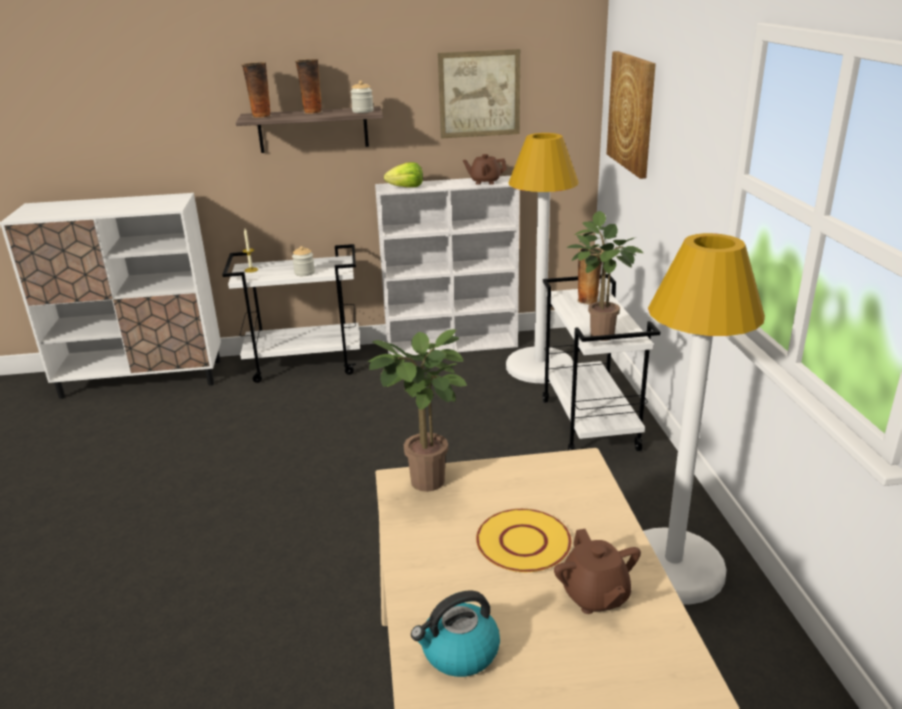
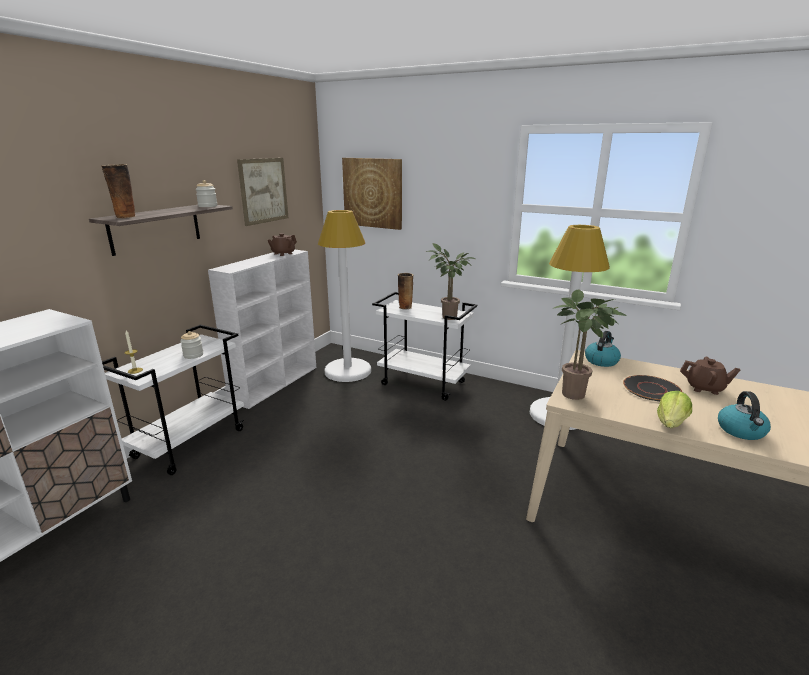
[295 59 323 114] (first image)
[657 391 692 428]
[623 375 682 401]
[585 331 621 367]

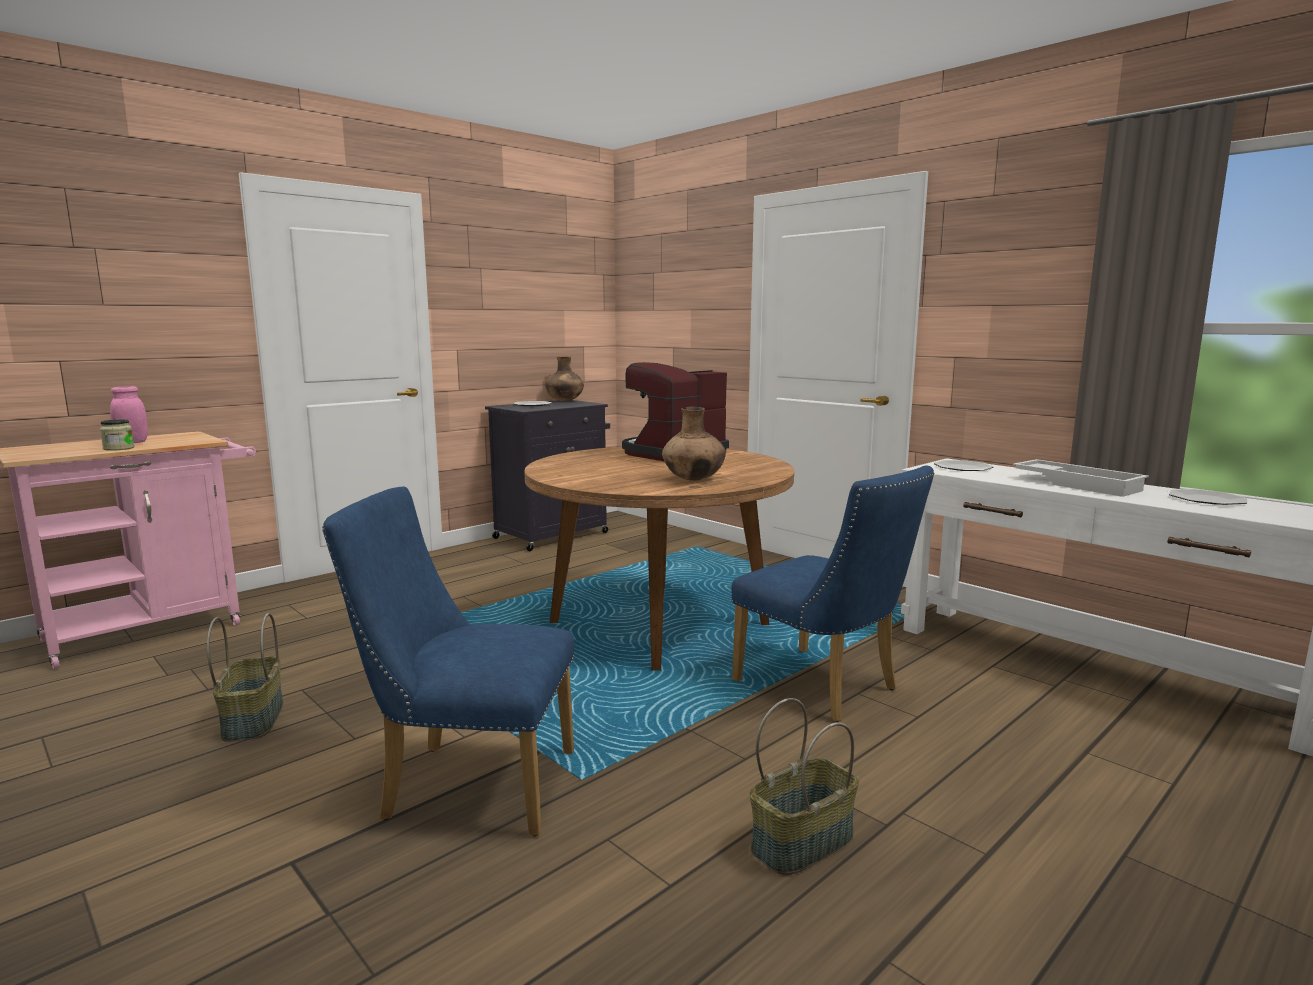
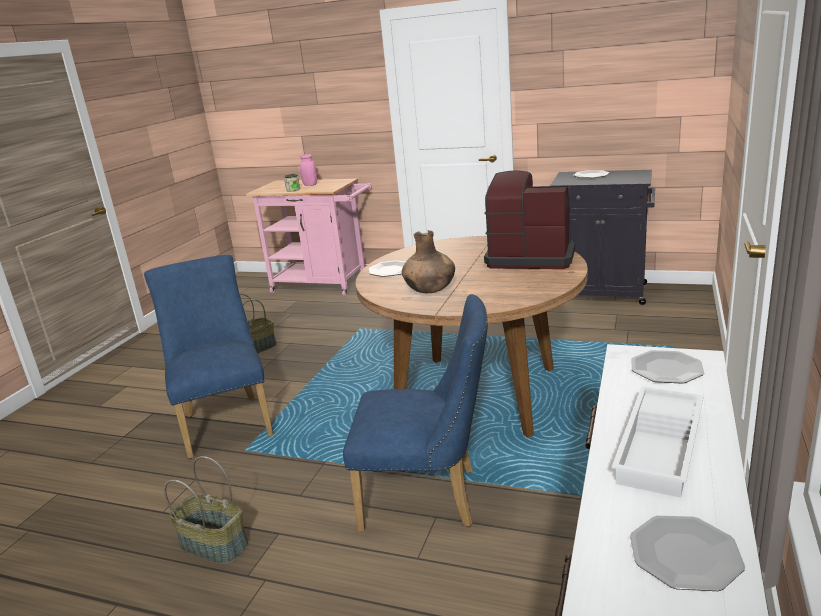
[545 356 584 401] (first image)
[343 294 488 532]
[368 260 405 277]

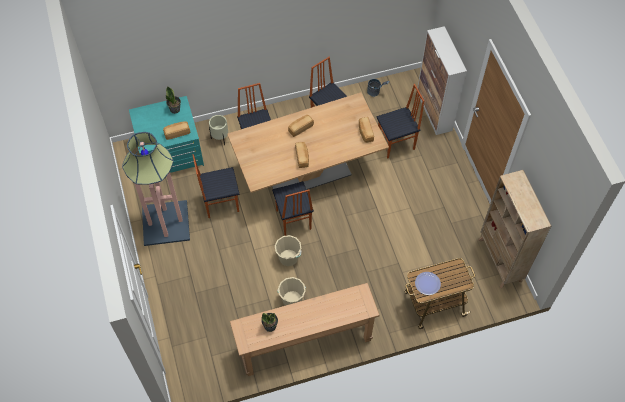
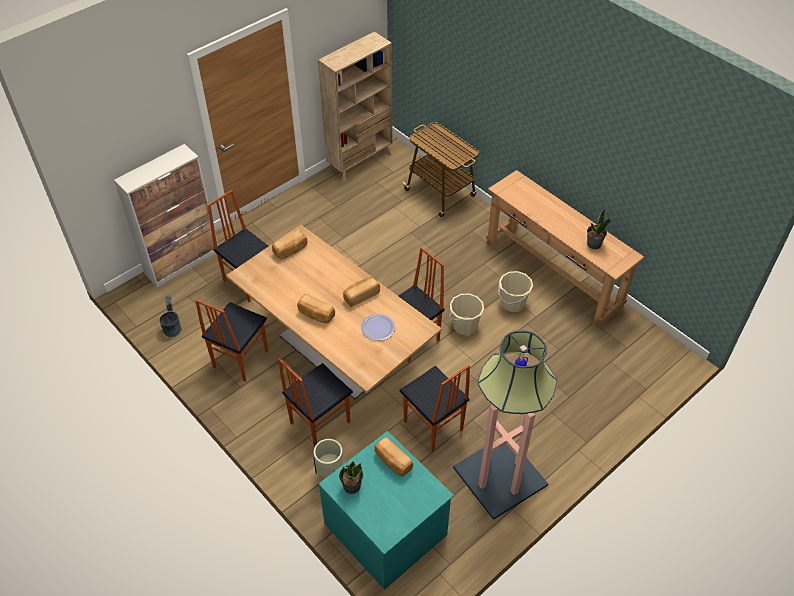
[361 314 395 341]

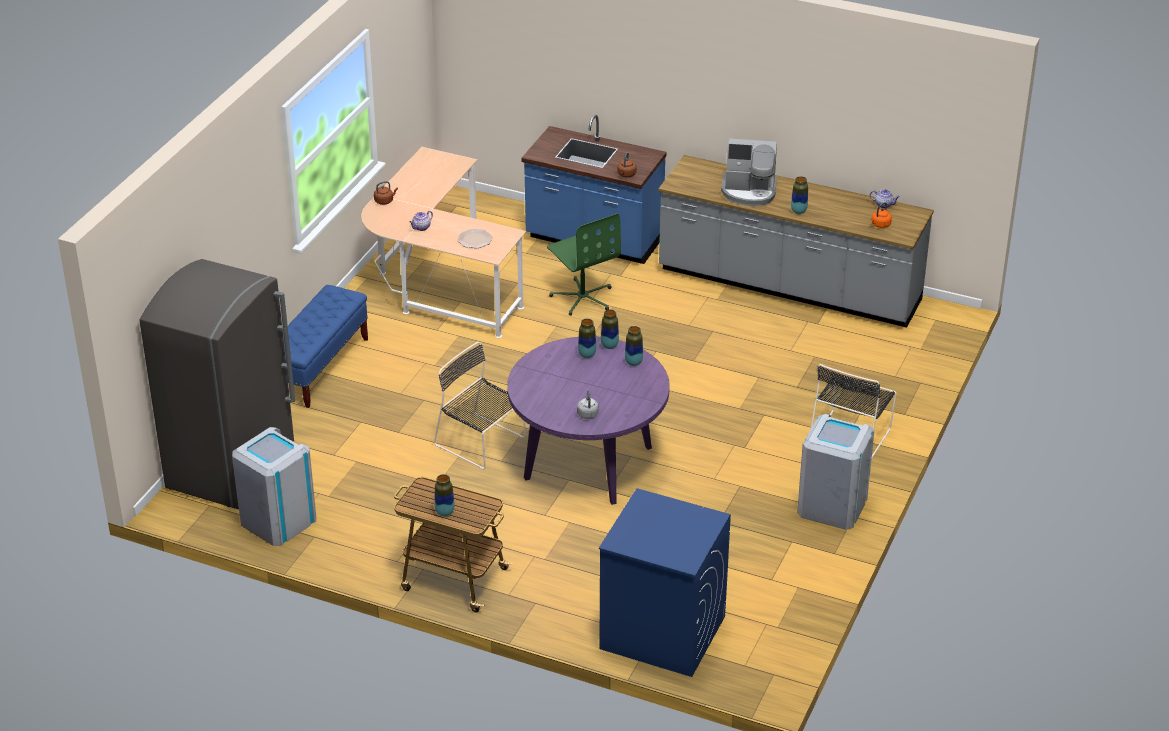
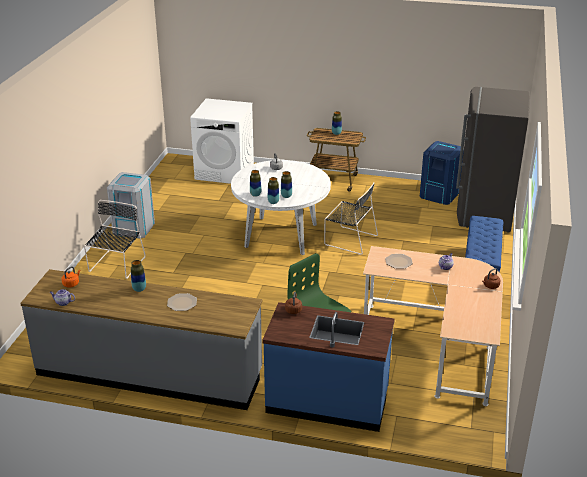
[420 141 464 205]
[231 160 331 255]
[190 98 254 184]
[167 293 197 311]

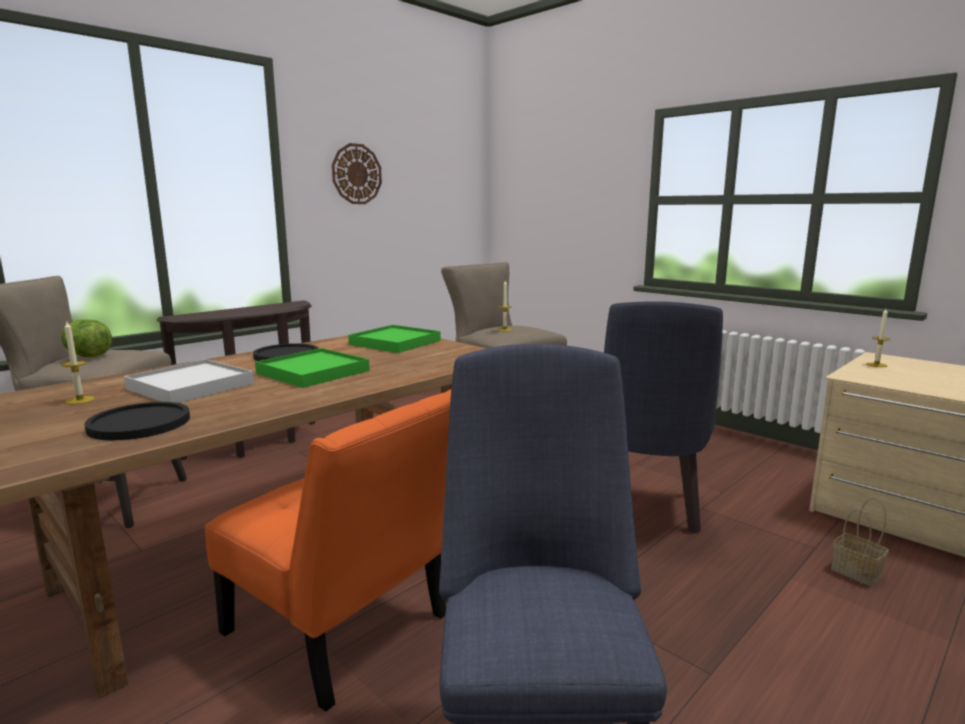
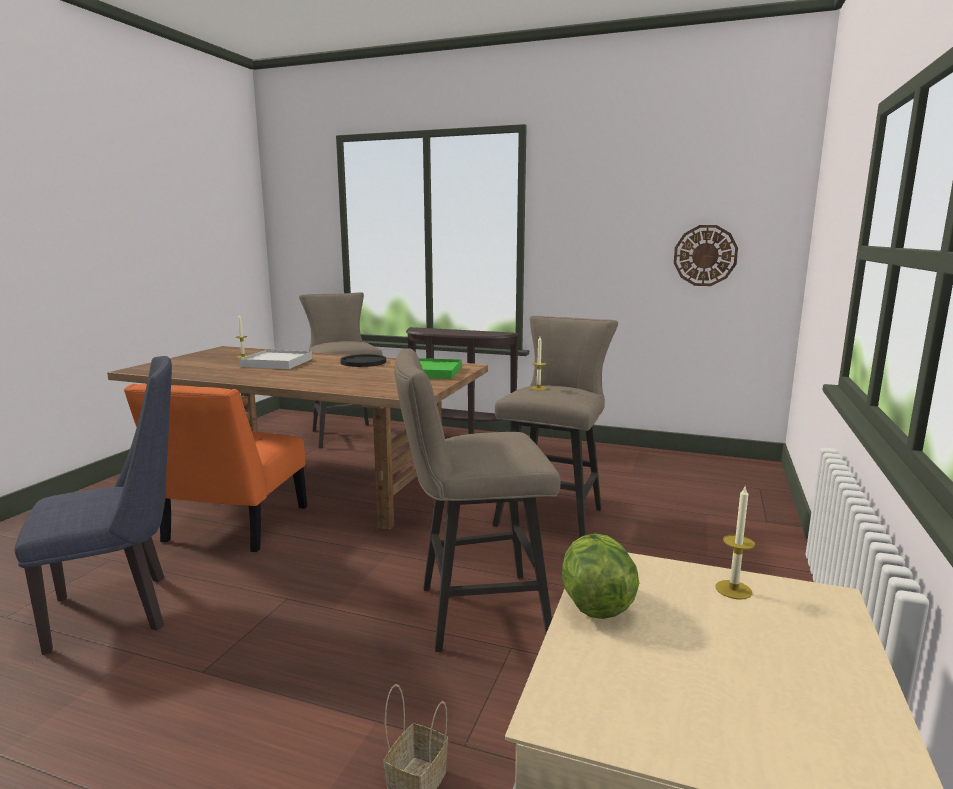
[561 534 639 619]
[85 402 190 440] (first image)
[255 348 370 388] (first image)
[674 225 738 286]
[394 348 560 652]

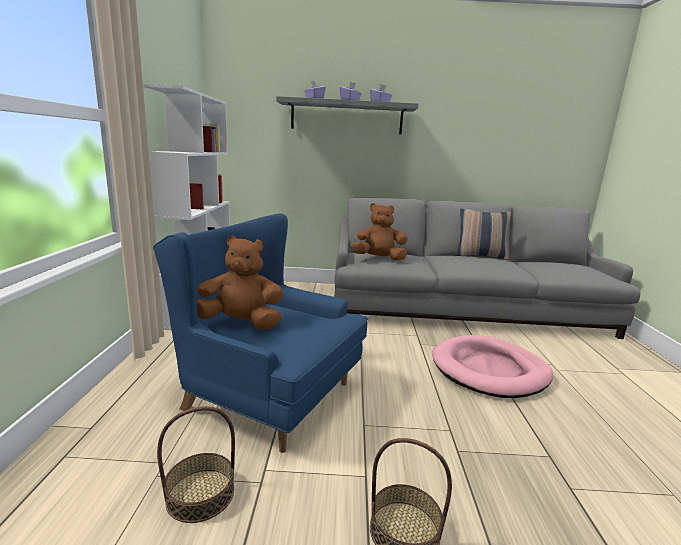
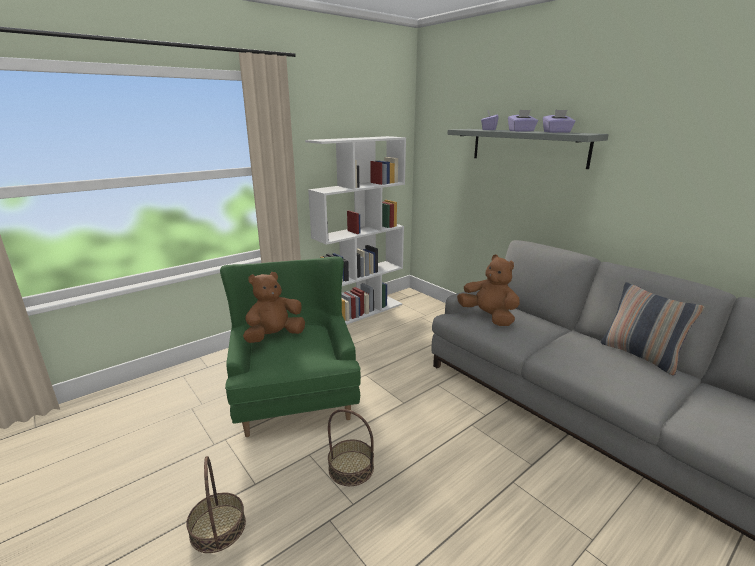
[220 256 361 437]
[328 409 374 486]
[243 272 305 343]
[432 335 553 398] (first image)

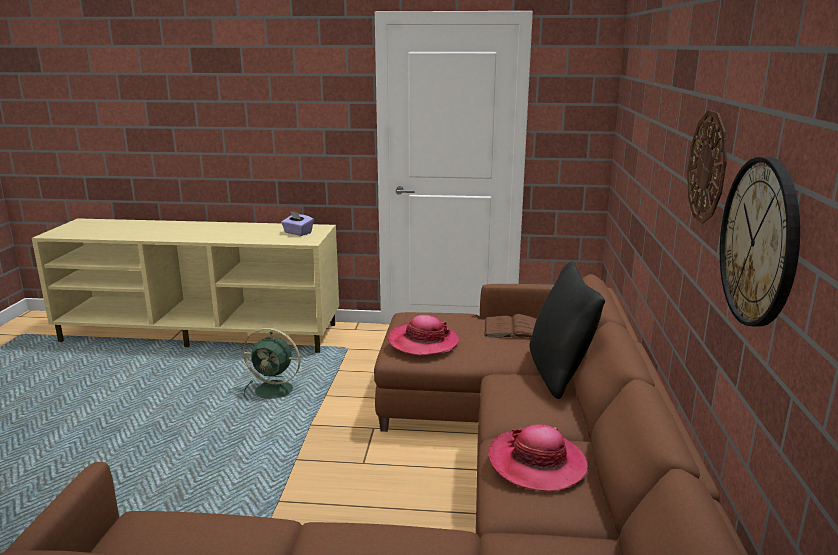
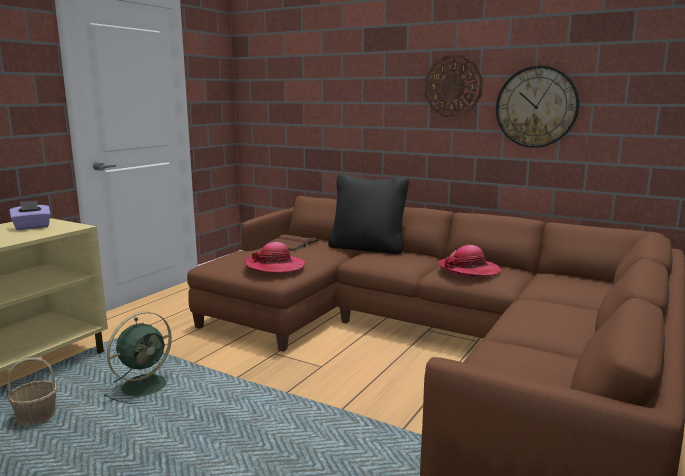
[7 358 58 425]

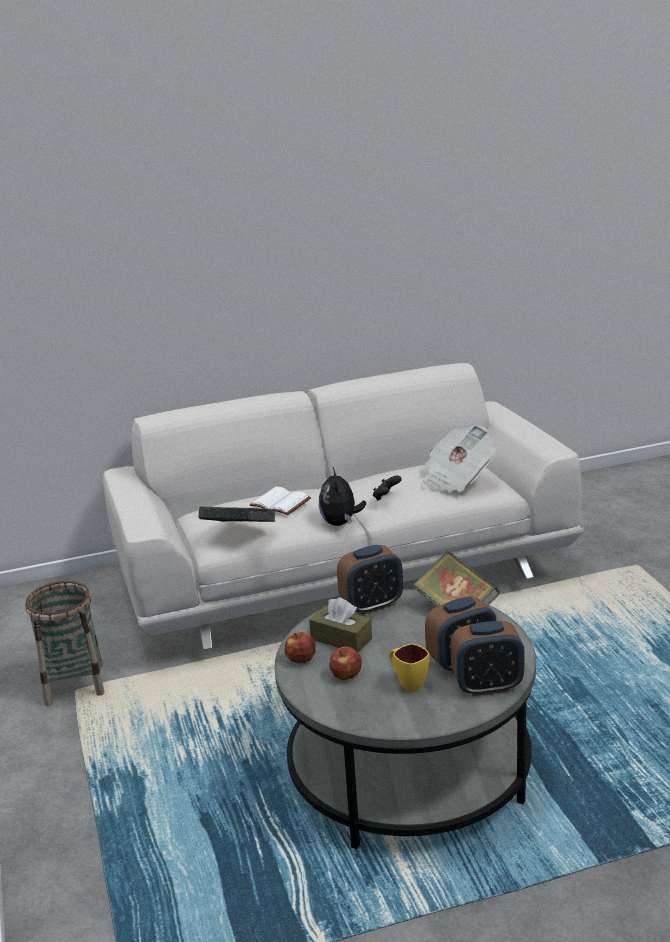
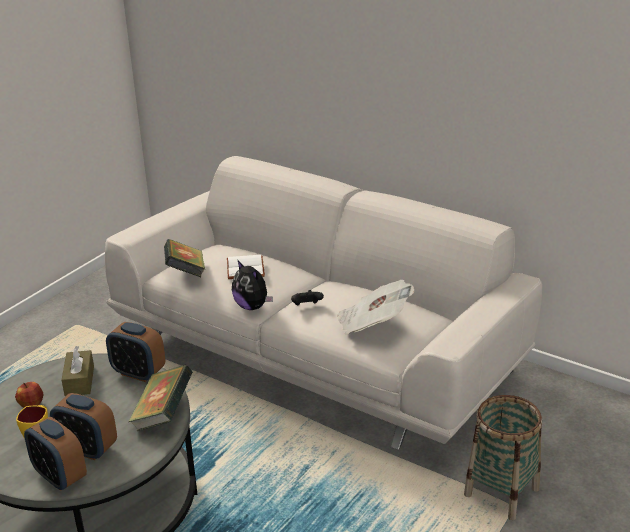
[464 395 542 520]
[284 632 316 663] (first image)
[232 261 273 310]

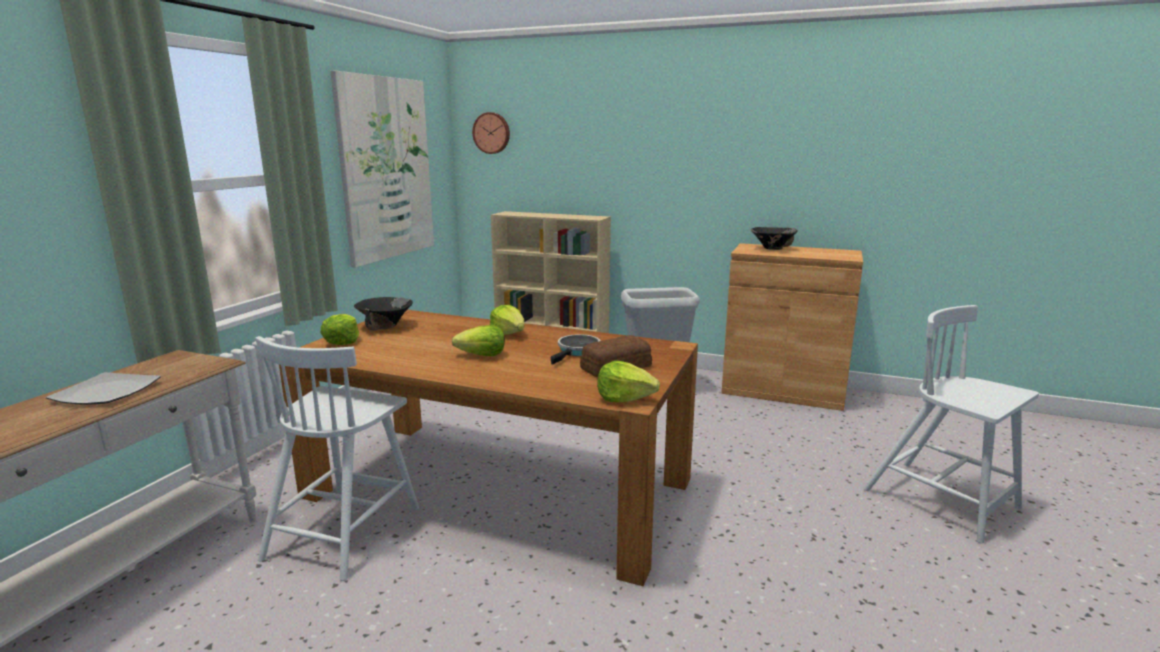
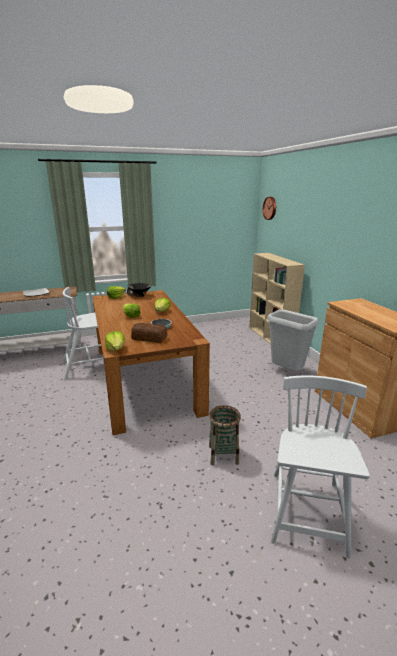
[330 71 434 268] (first image)
[751 227 798 250] (first image)
[209 405 241 465]

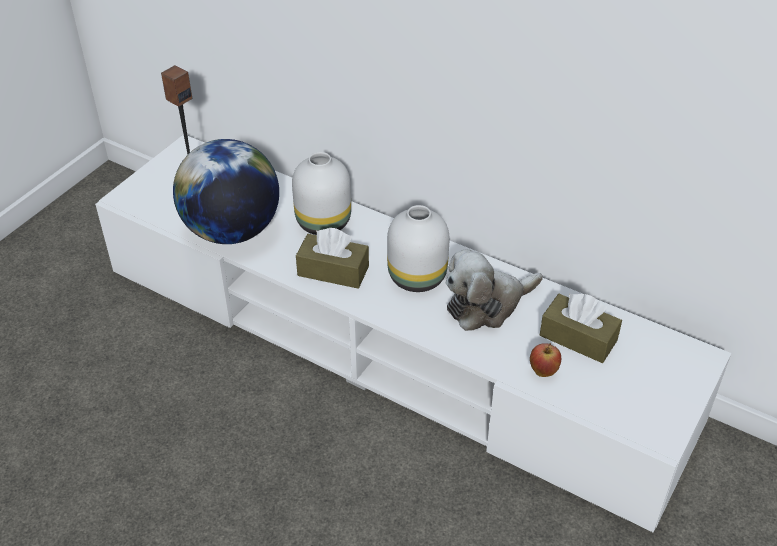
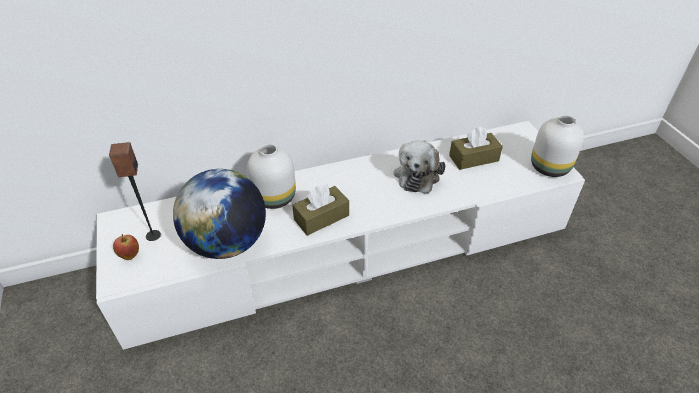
[531 115 584 177]
[113 234 139 260]

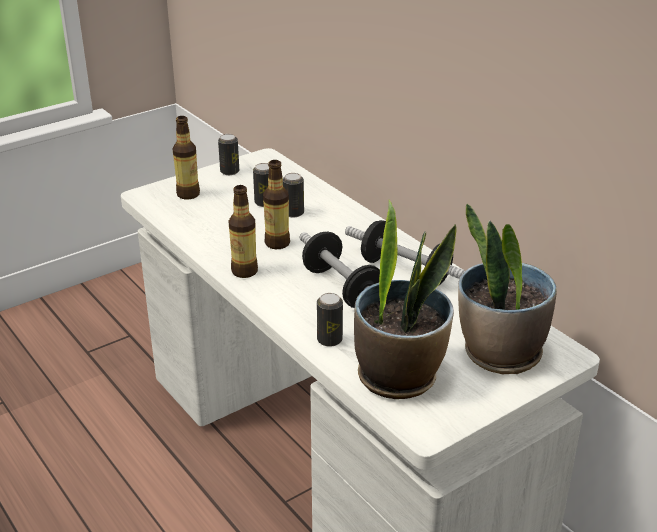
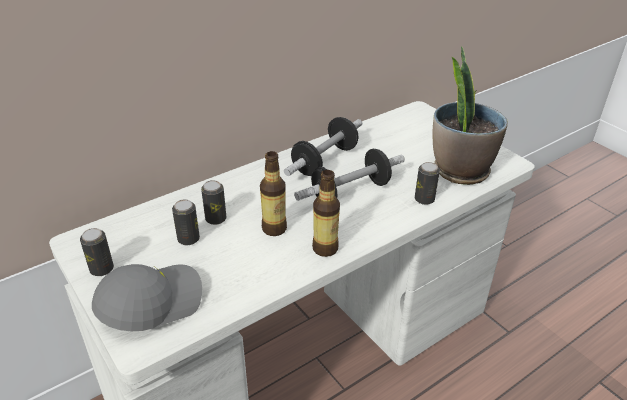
[92 264 202 331]
[458 203 557 374] (first image)

